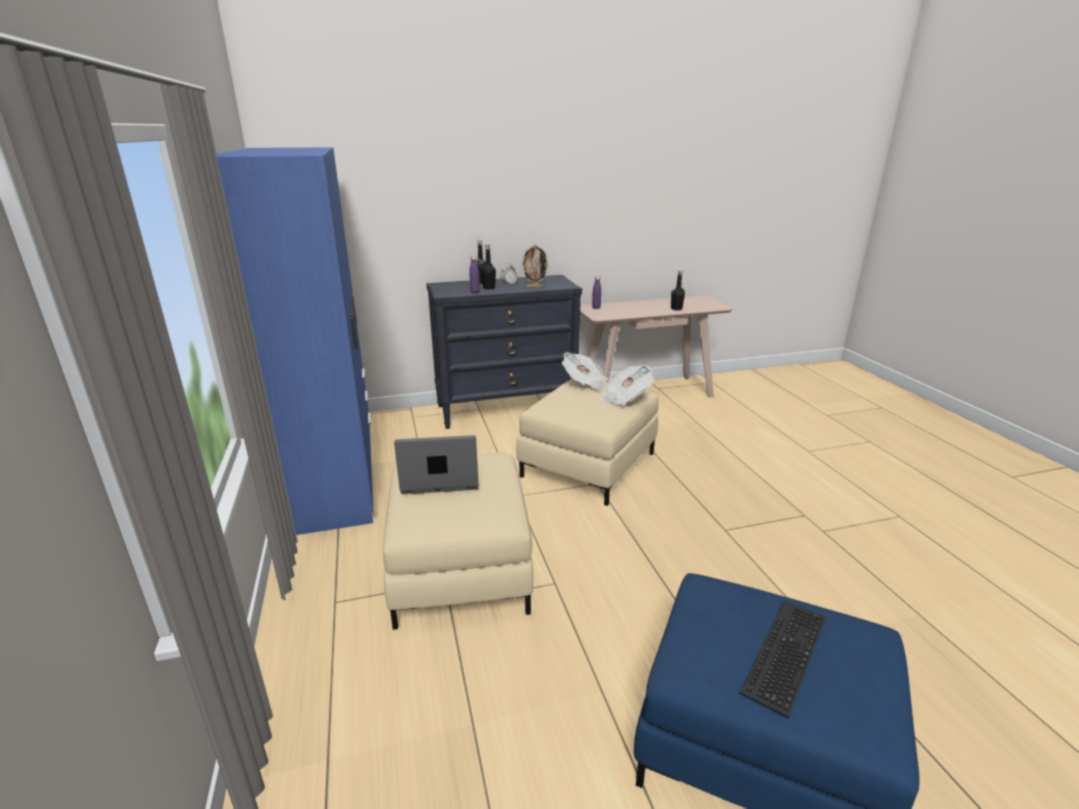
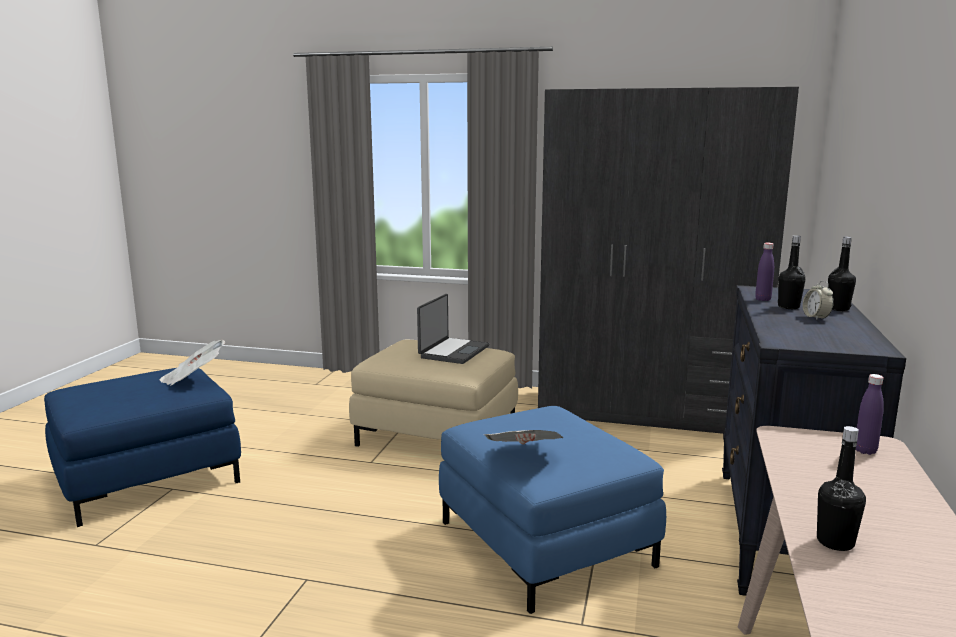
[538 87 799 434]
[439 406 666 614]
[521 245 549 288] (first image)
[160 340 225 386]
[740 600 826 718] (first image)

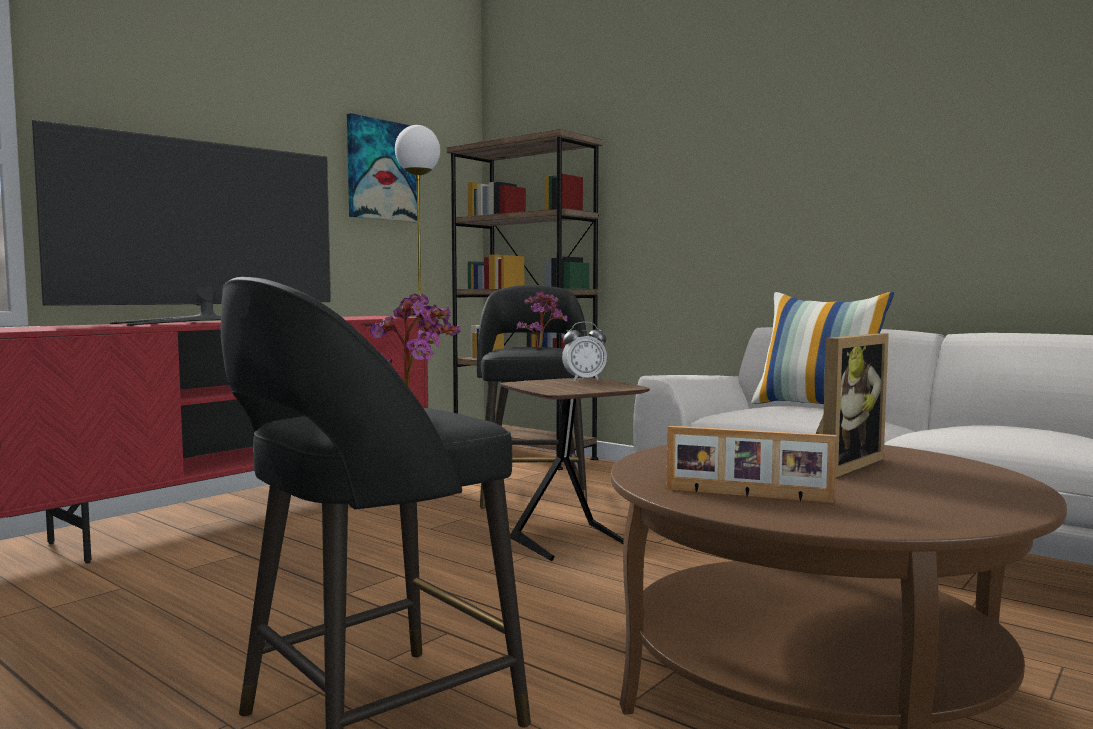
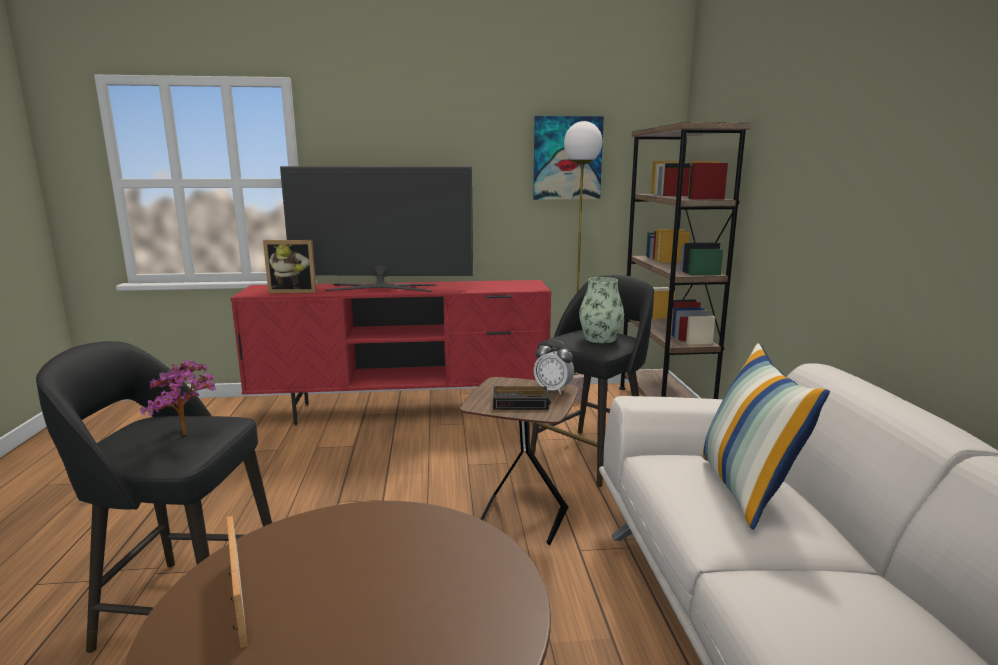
[579 277 624 343]
[263 240 317 293]
[493 386 551 410]

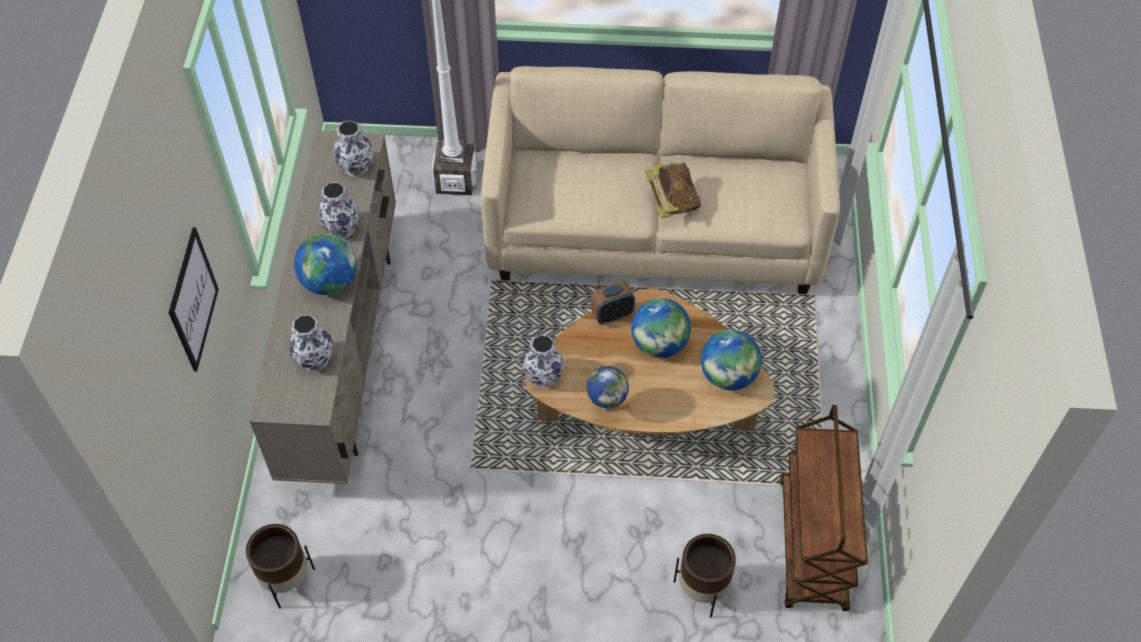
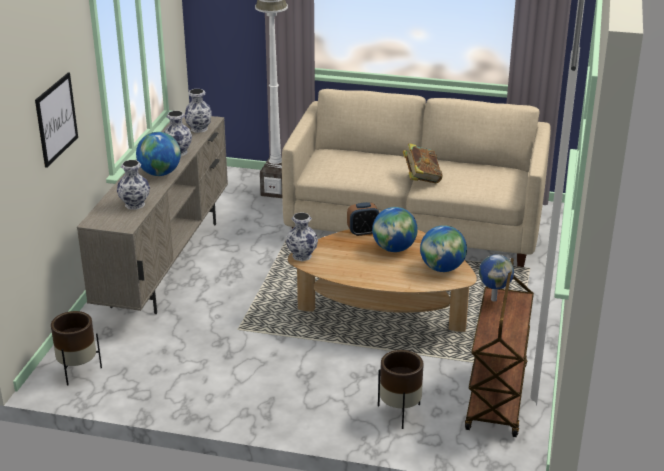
[479 255 514 302]

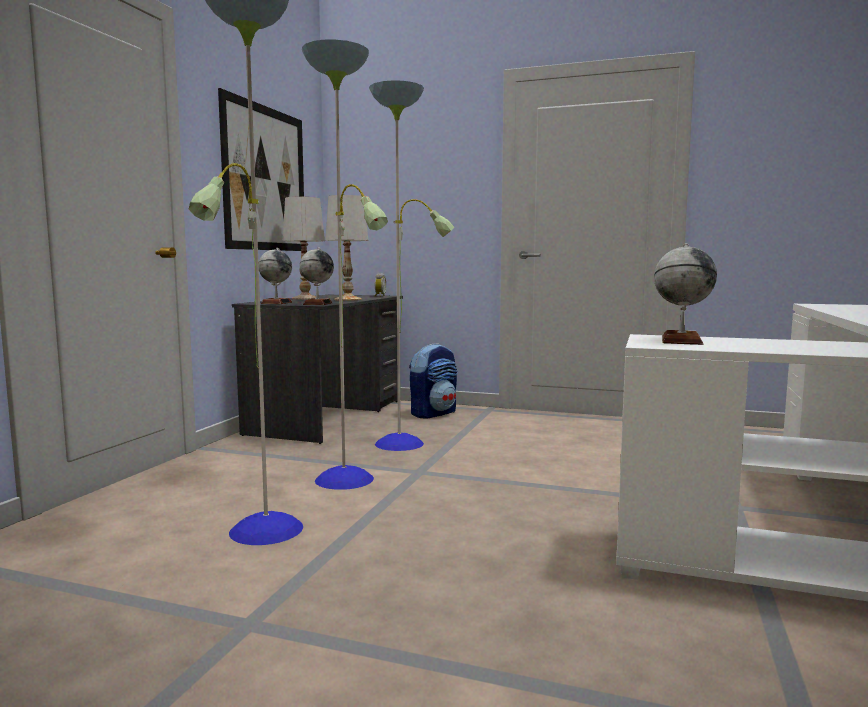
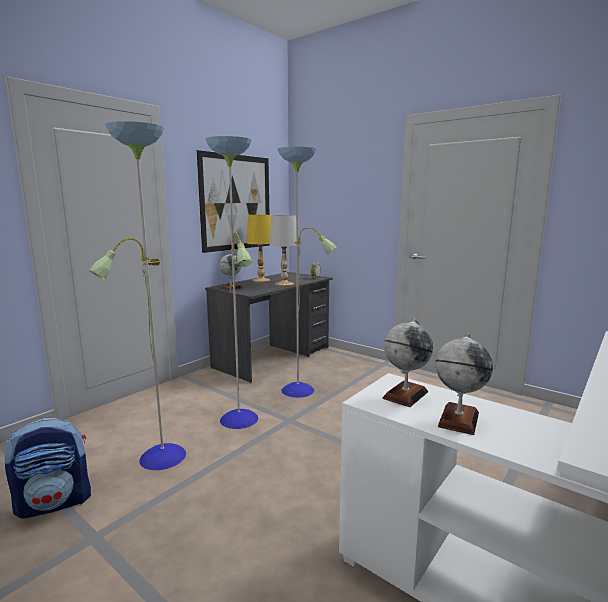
[246 215 271 282]
[435 333 493 435]
[5 418 91 518]

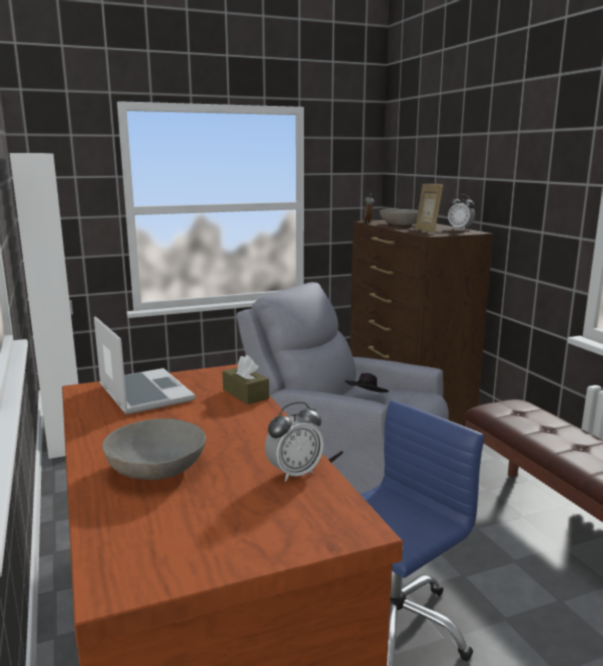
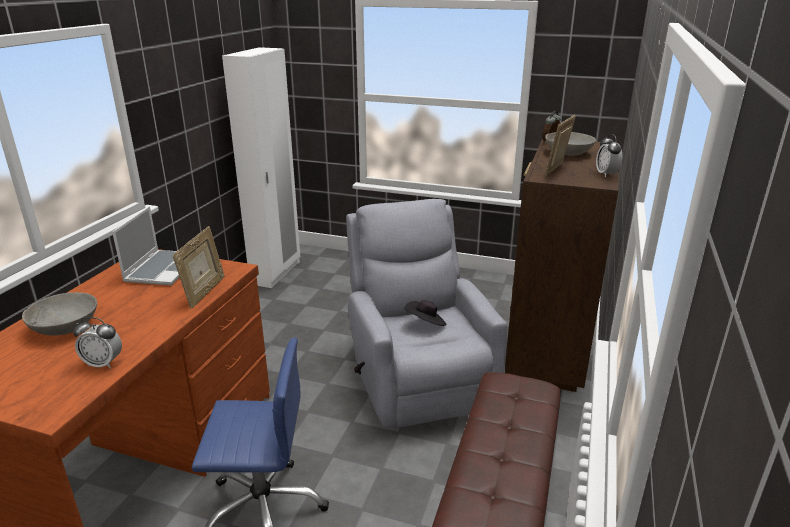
[173 226 225 308]

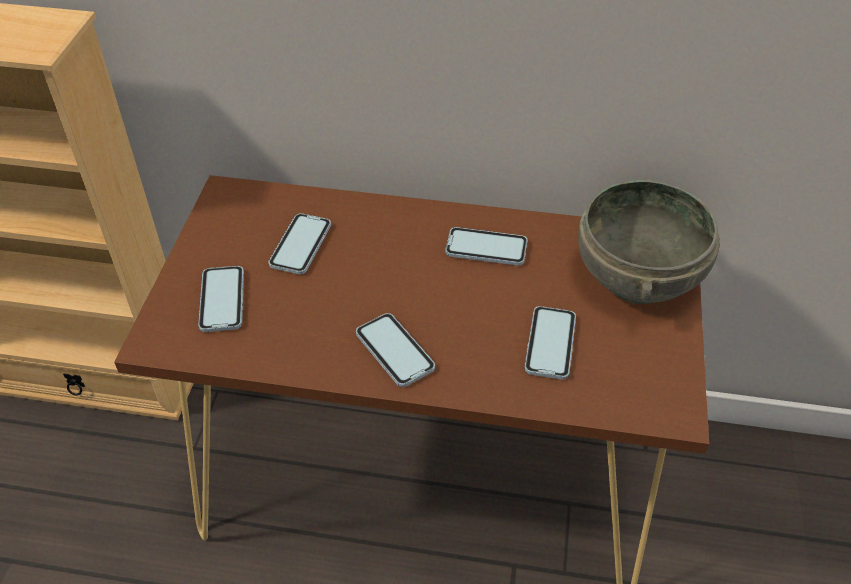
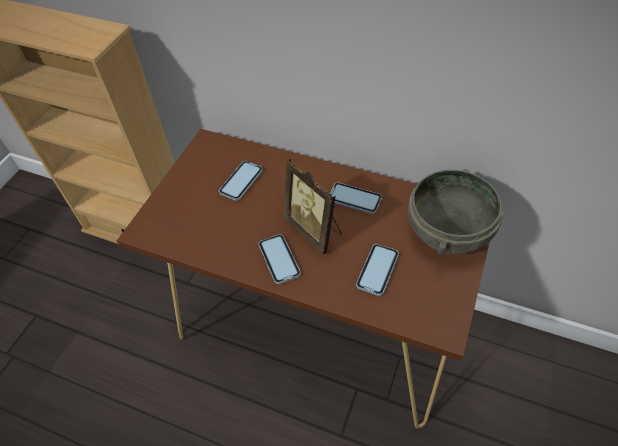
[198 266 244 332] (first image)
[284 158 342 255]

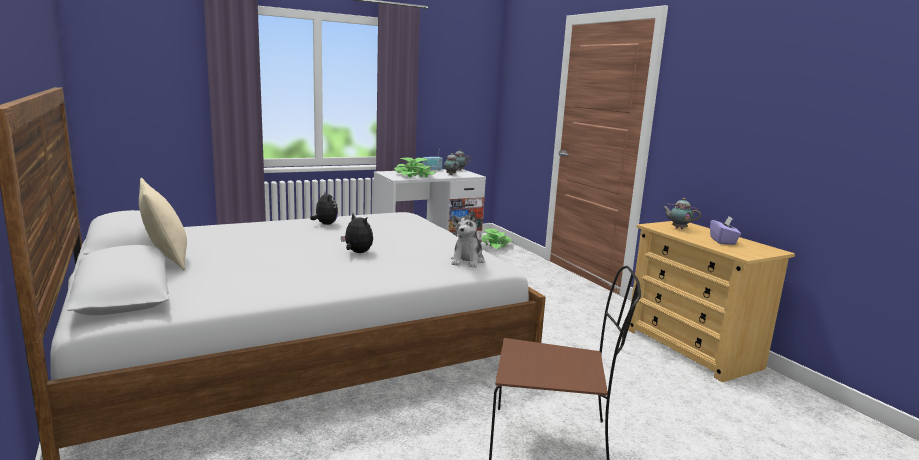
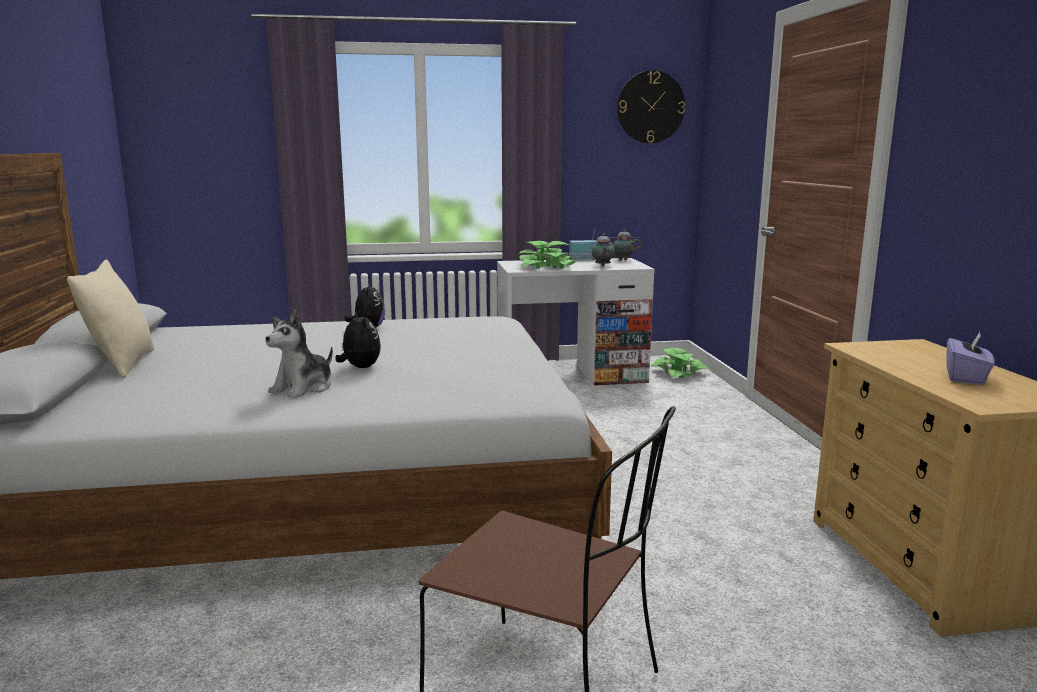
[265 309 333 398]
[662 198 701 229] (first image)
[617 70 685 143]

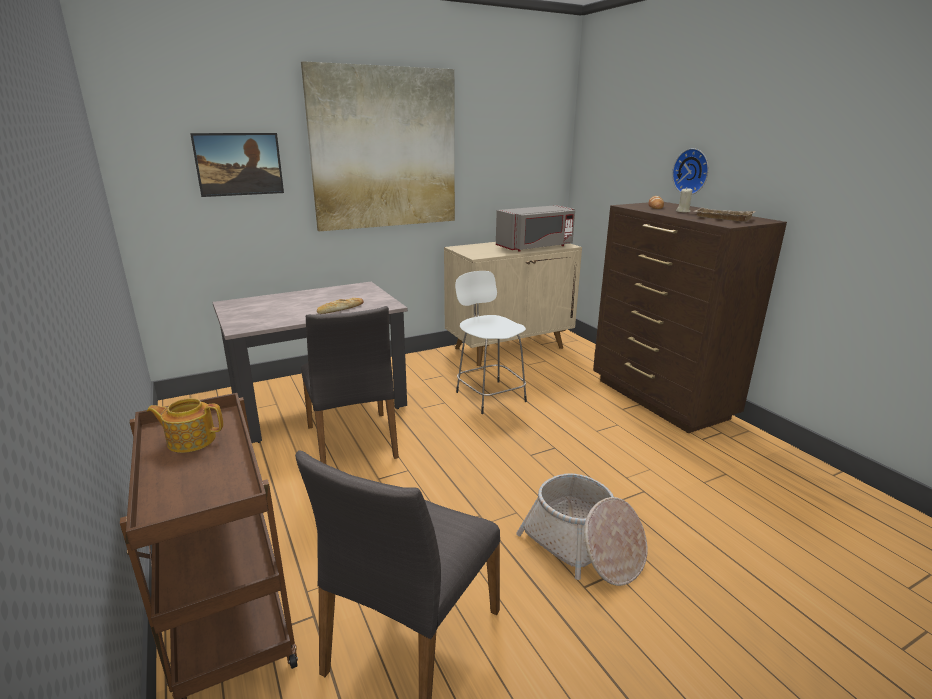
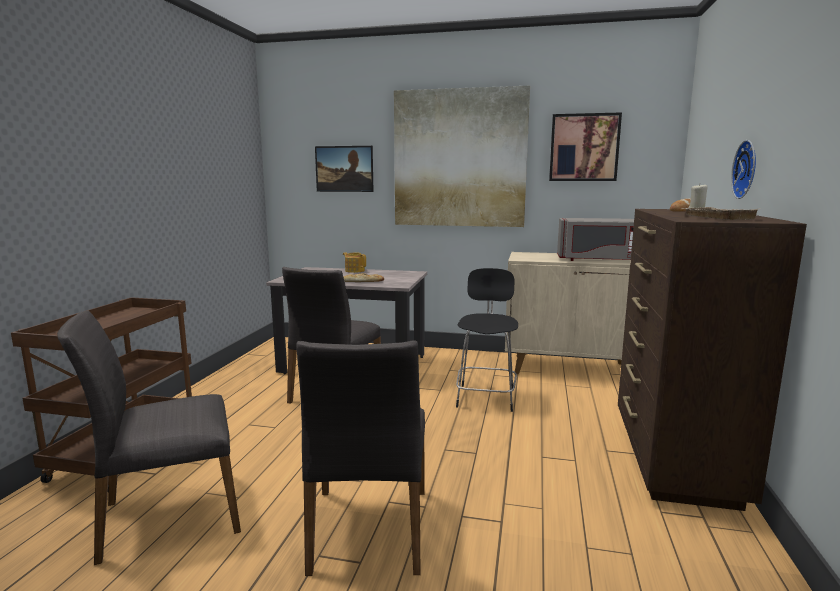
[343 252 366 273]
[456 268 518 412]
[297 340 425 576]
[549 112 622 181]

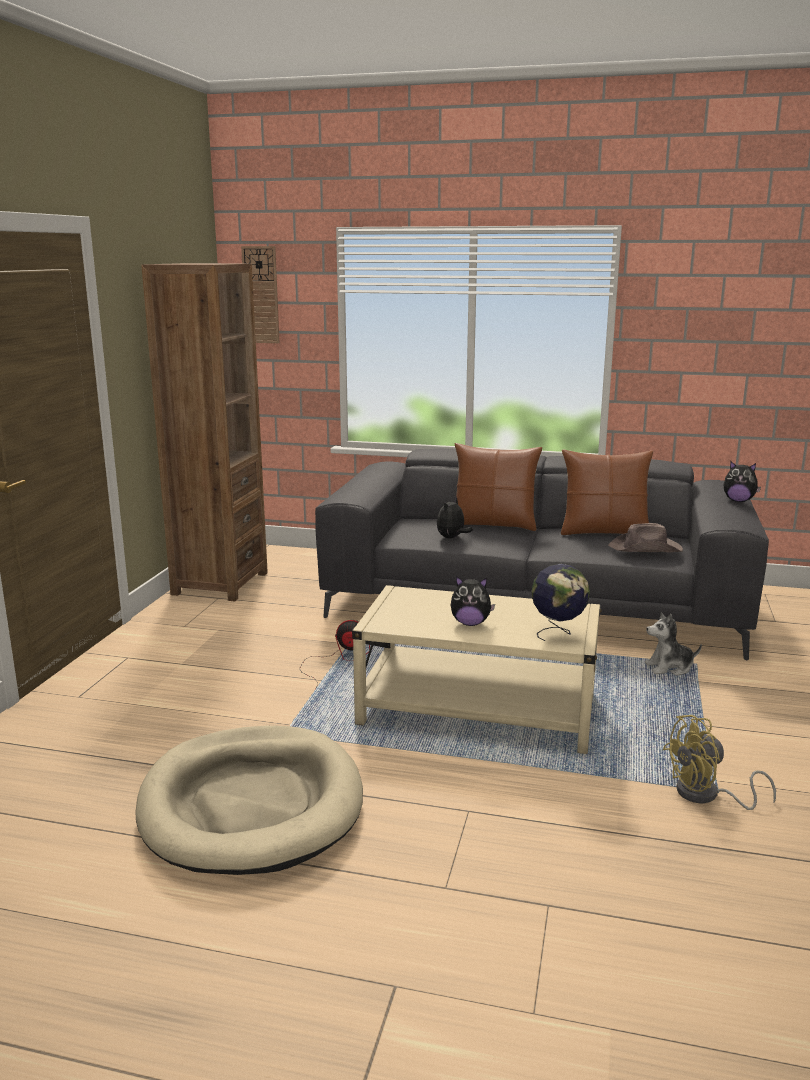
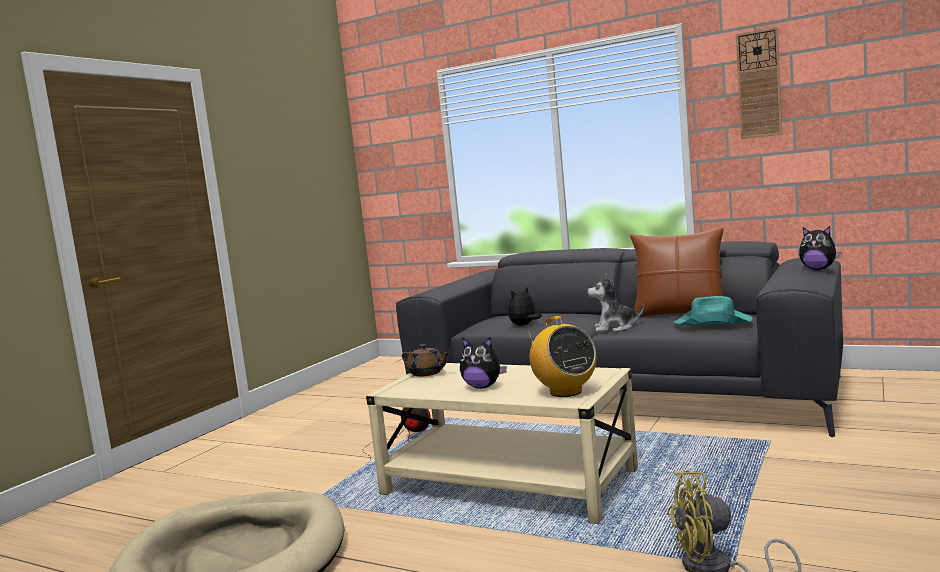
[141 263 268 601] (first image)
[736 27 782 139]
[455 443 542 531] (first image)
[527 316 597 397]
[674 296 753 325]
[587 274 644 332]
[402 344 450 376]

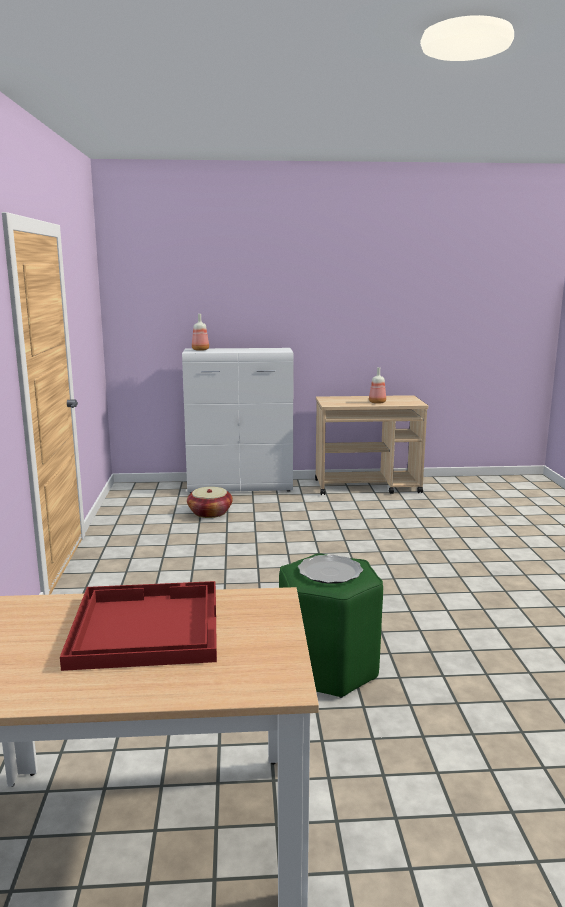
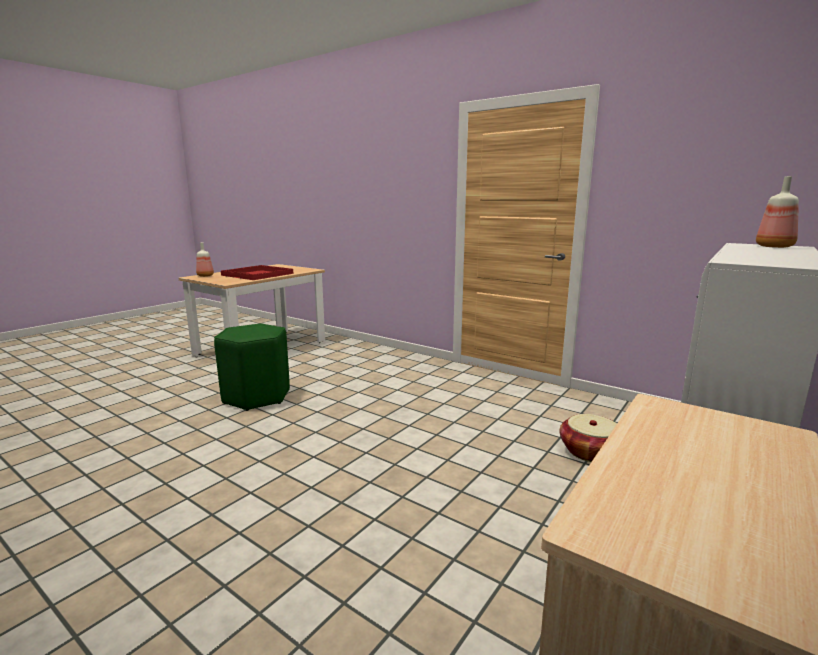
[298 555 363 584] (first image)
[196 243 214 277]

